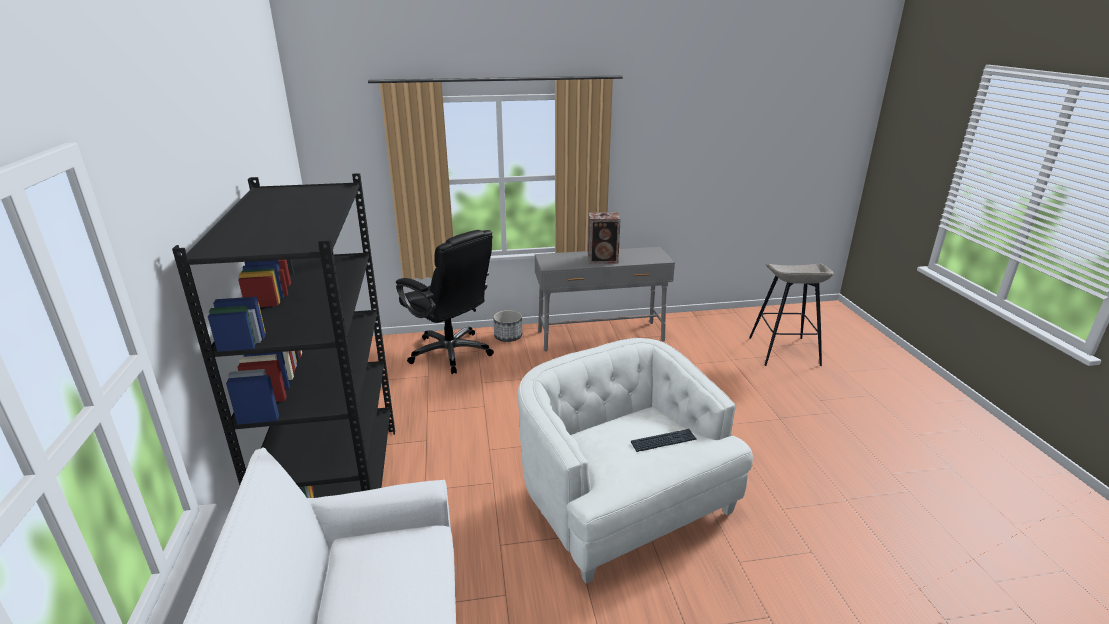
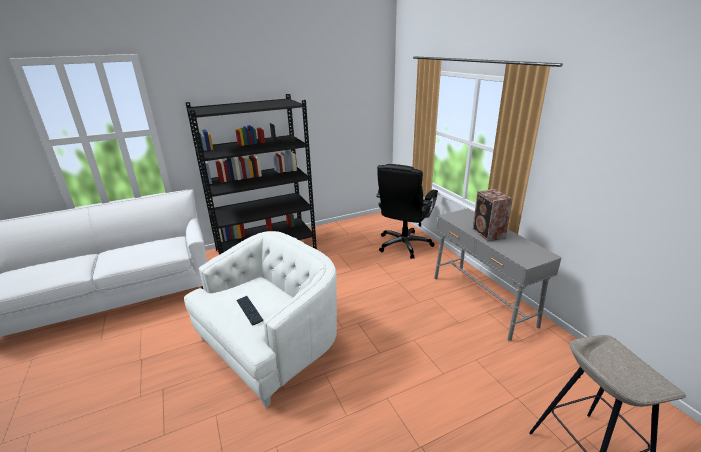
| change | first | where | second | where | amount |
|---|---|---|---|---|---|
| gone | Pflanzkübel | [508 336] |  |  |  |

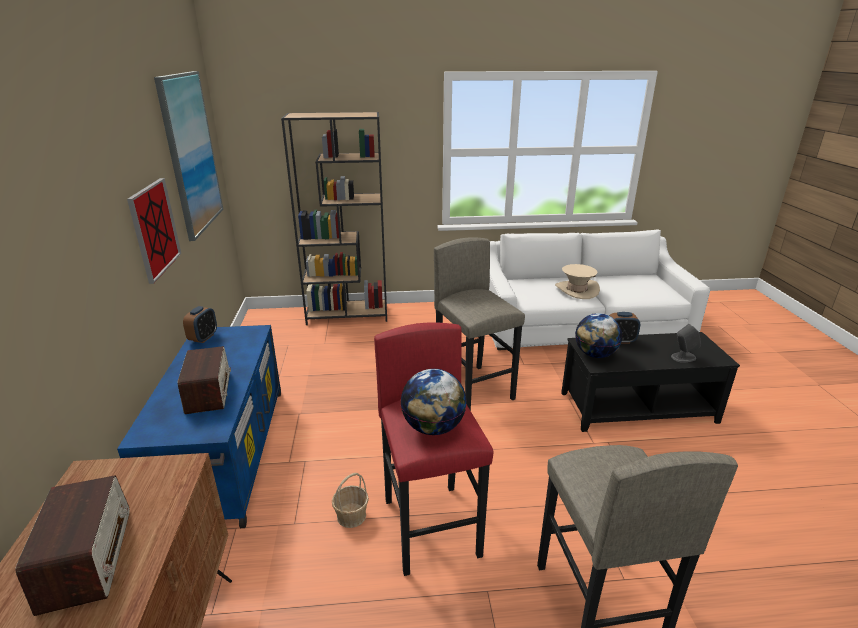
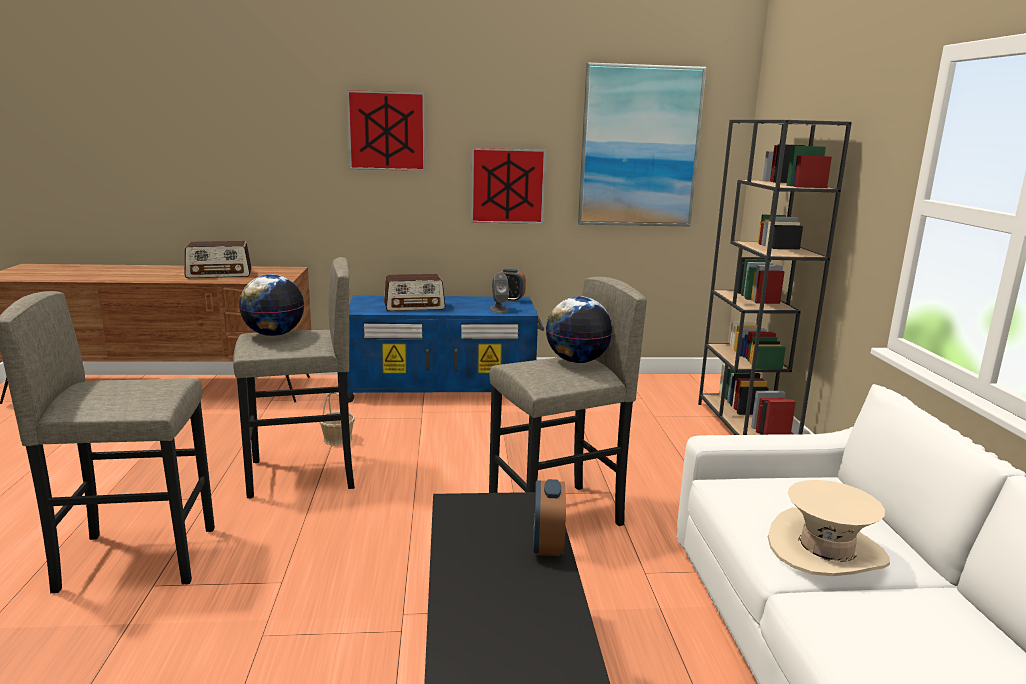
| change | first | where | second | where | amount |
|---|---|---|---|---|---|
| repainted | Hocker/rot | [431 527] | Hocker/grau | [302 475] |  |
| new |  |  | Bild | [386 131] |  |
| shifted | Lautsprecher/grau | [683 357] |  | [499 309] |  |
| shifted | Globus | [595 354] |  | [577 361] |  |

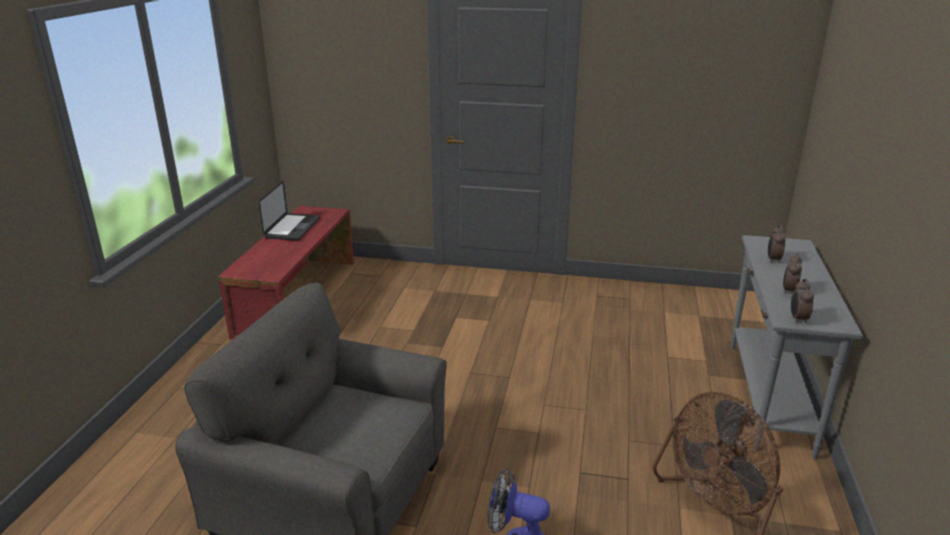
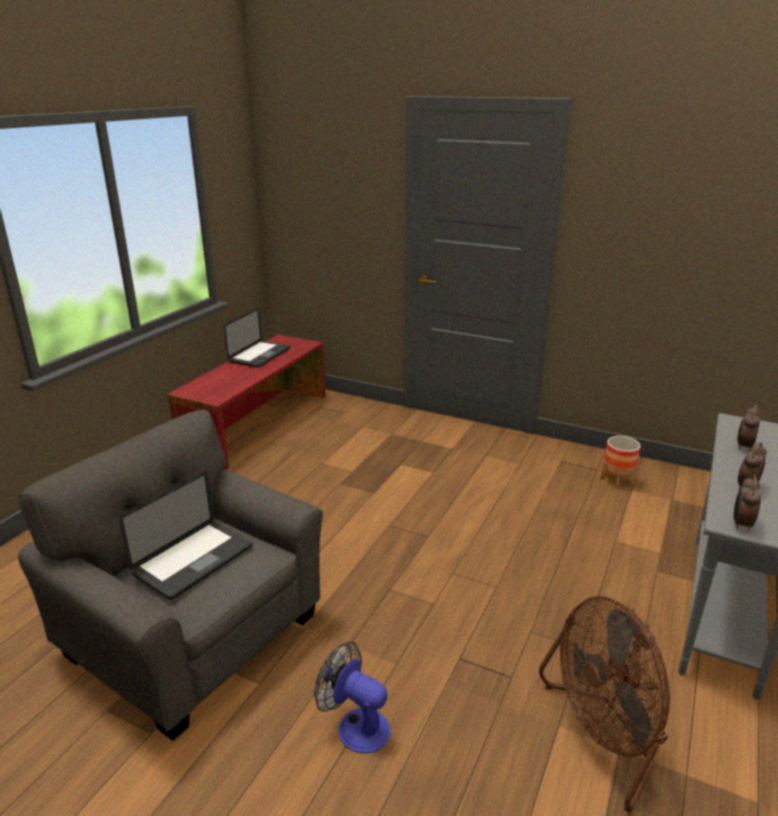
| change | first | where | second | where | amount |
|---|---|---|---|---|---|
| new |  |  | Laptop | [193 560] |  |
| new |  |  | Pflanzkübel | [617 481] |  |

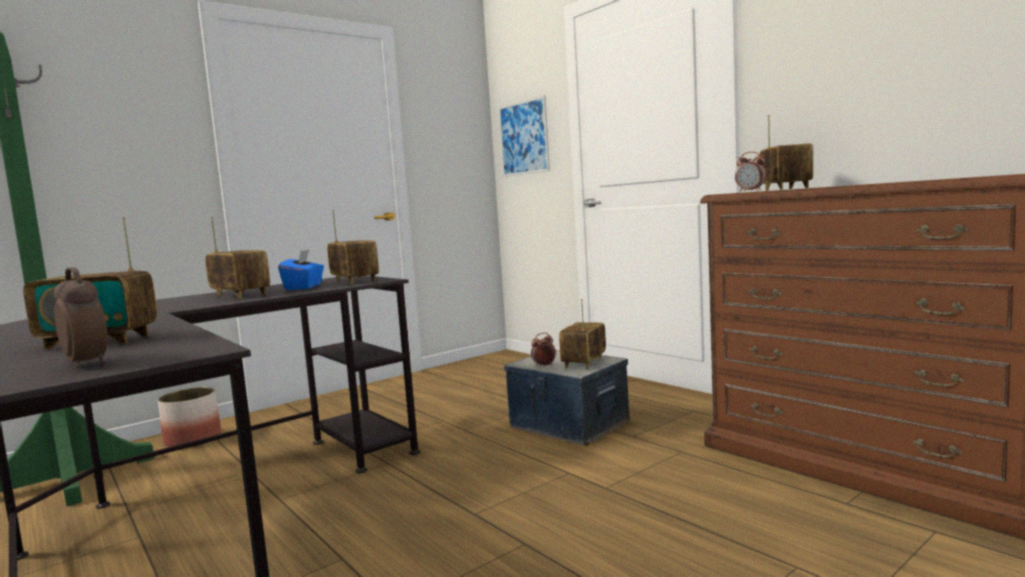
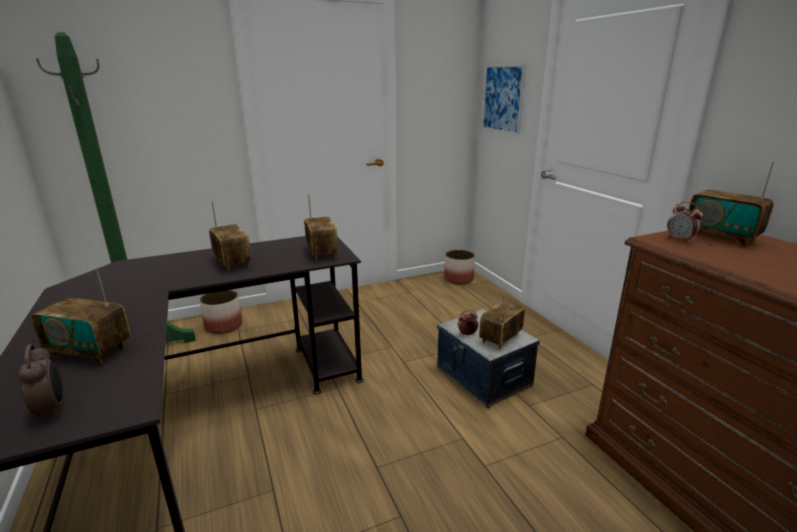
| change | first | where | second | where | amount |
|---|---|---|---|---|---|
| new |  |  | Pflanzkübel | [459 279] |  |
| rotated | Radio | [785 189] |  | [721 237] | 120 degrees clockwise |
| gone | Taschentuchbox/blau | [304 287] |  |  |  |

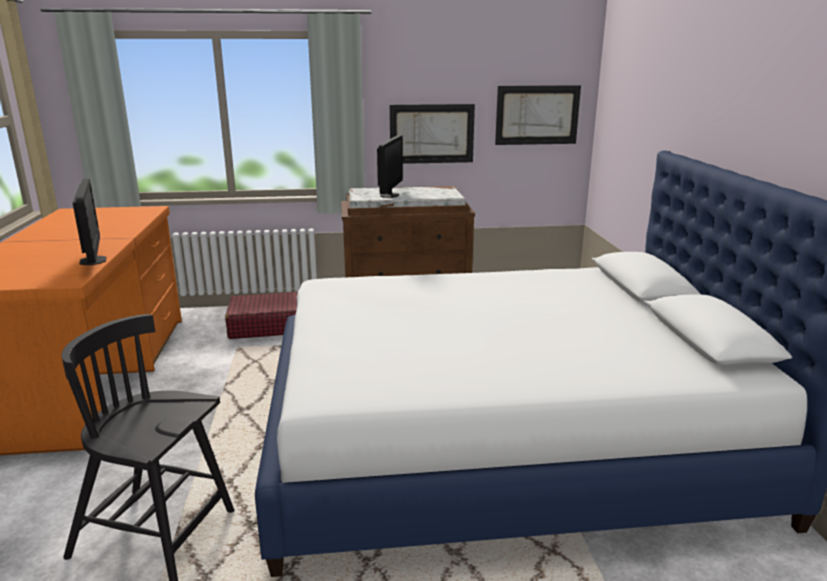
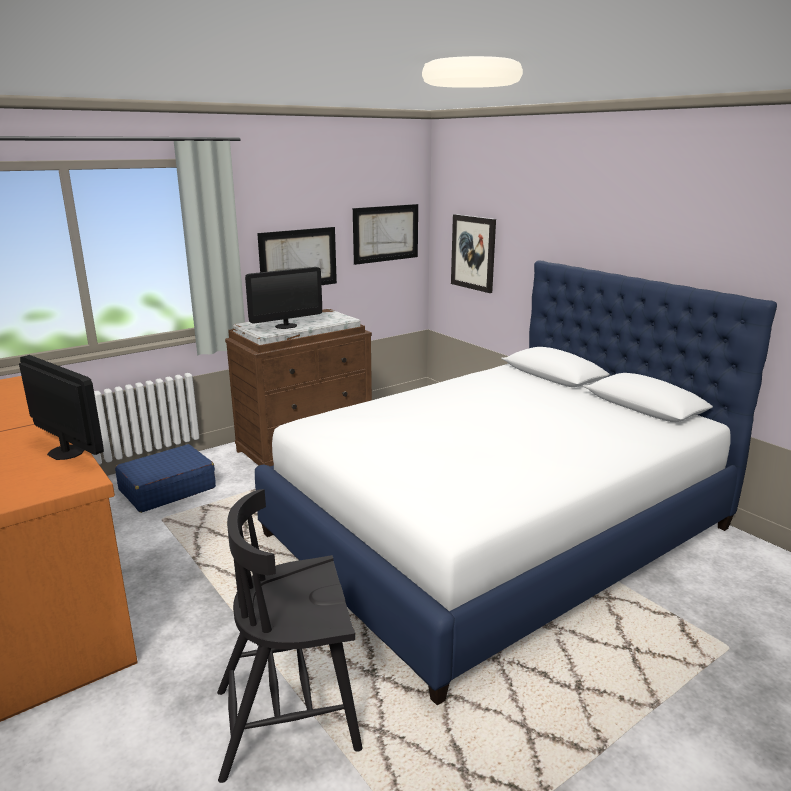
| change | first | where | second | where | amount |
|---|---|---|---|---|---|
| repainted | Koffer/rot | [265 326] | Koffer/blau | [167 489] |  |
| rotated | Monitor | [389 195] |  | [286 326] | 75 degrees clockwise |
| new |  |  | Bild | [473 252] |  |

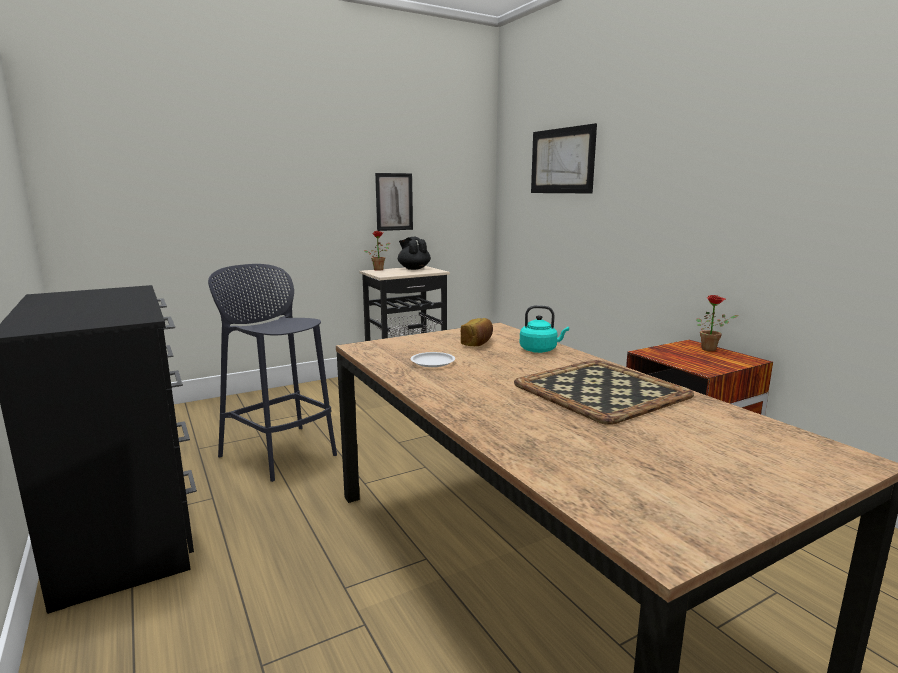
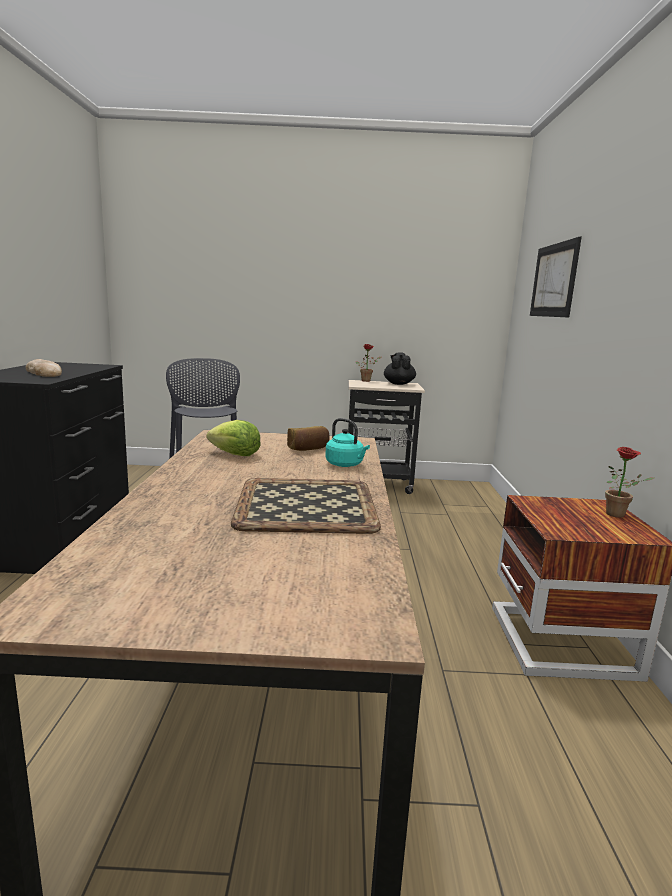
| change | first | where | second | where | amount |
|---|---|---|---|---|---|
| new |  |  | Brot | [44 373] |  |
| swapped | Teller/weiß | [433 362] | Salatkopf | [234 454] |  |
| gone | Bild | [394 202] |  |  |  |

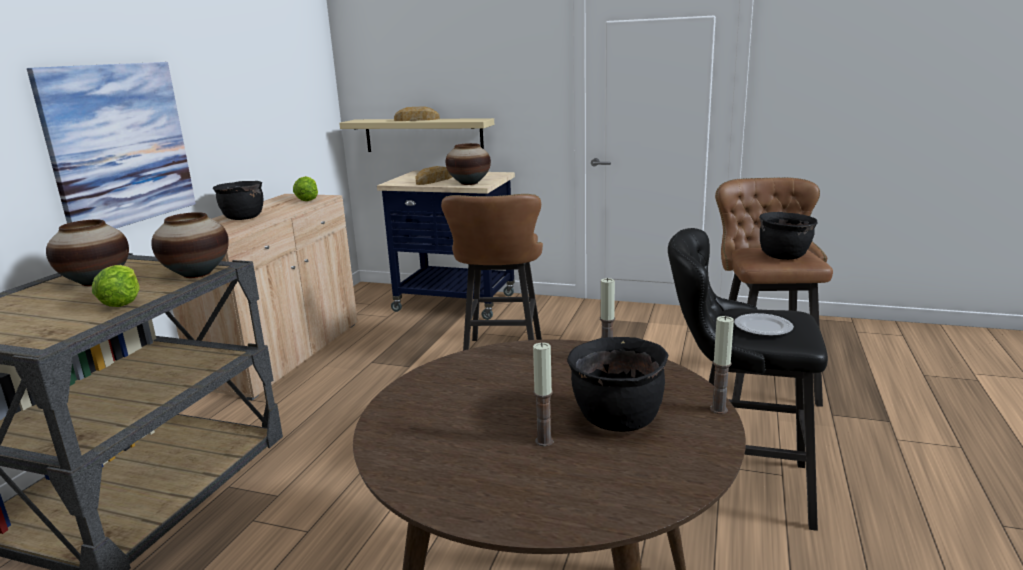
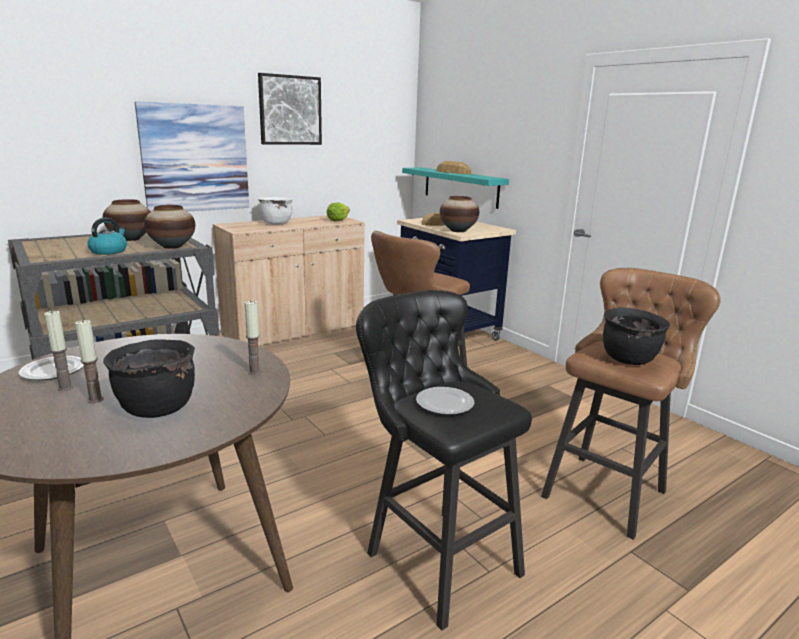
| change | first | where | second | where | amount |
|---|---|---|---|---|---|
| new |  |  | Teller | [53 371] |  |
| shifted | Kerze | [718 409] |  | [65 388] |  |
| swapped | Salatkopf | [121 302] | Wasserkessel | [109 251] |  |
| new |  |  | Bild | [290 110] |  |
| repainted | Kochtopf/schwarz | [243 218] | Kochtopf/weiß | [276 223] |  |
| repainted | Wandregal/beige | [423 135] | Wandregal/türkis | [460 187] |  |

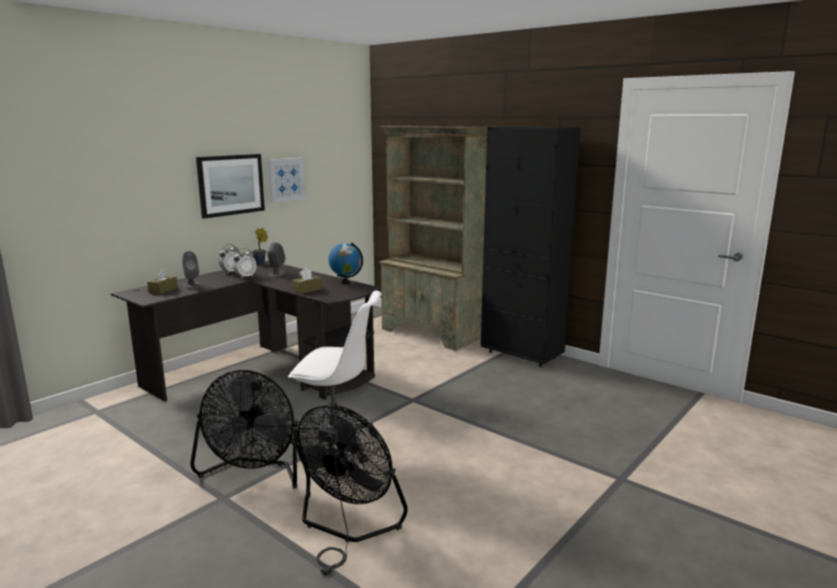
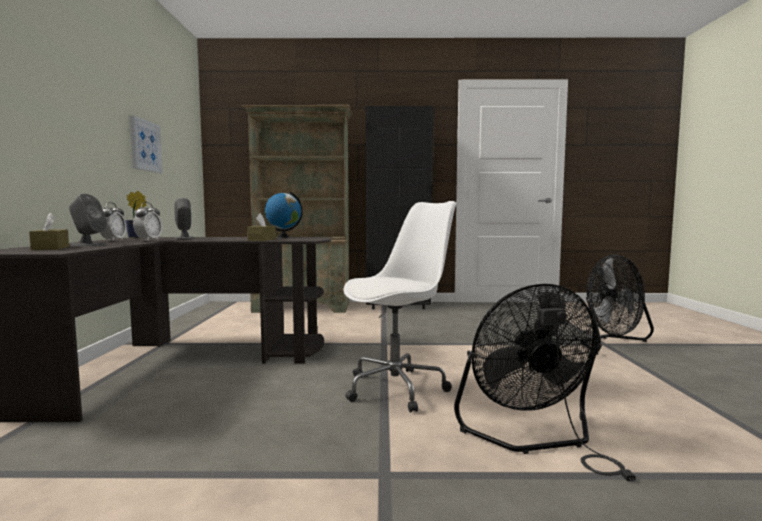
| change | first | where | second | where | amount |
|---|---|---|---|---|---|
| shifted | Ventilator/schwarz | [252 470] |  | [603 343] |  |
| gone | Bild | [231 185] |  |  |  |

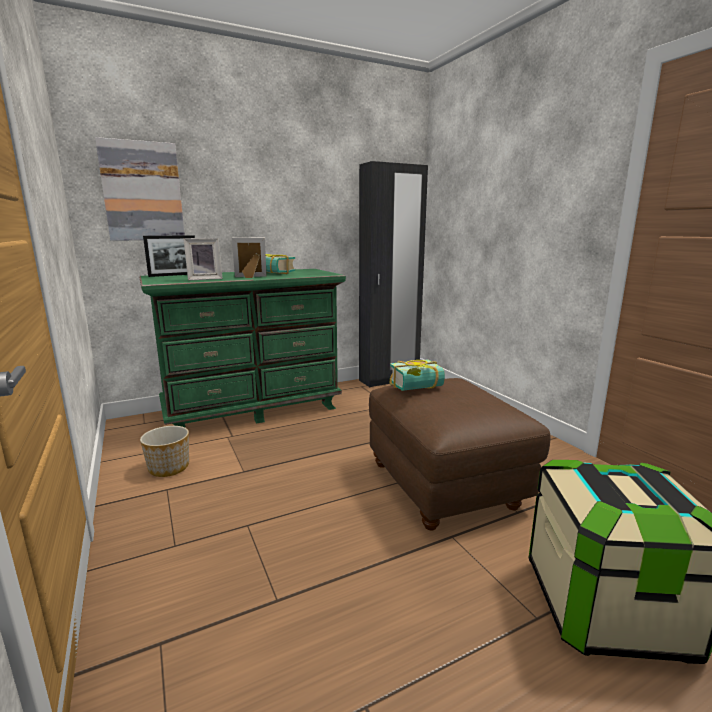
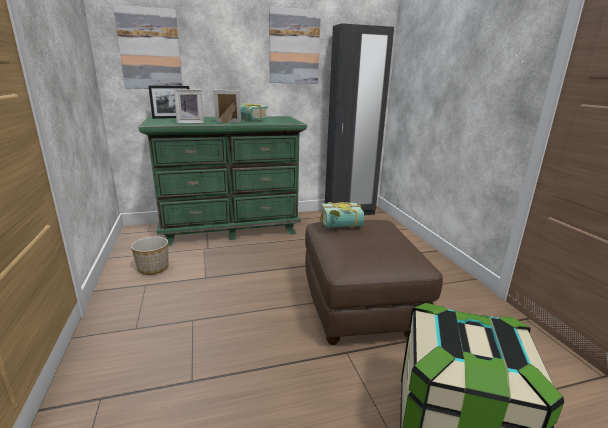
| change | first | where | second | where | amount |
|---|---|---|---|---|---|
| new |  |  | Bild | [294 47] |  |

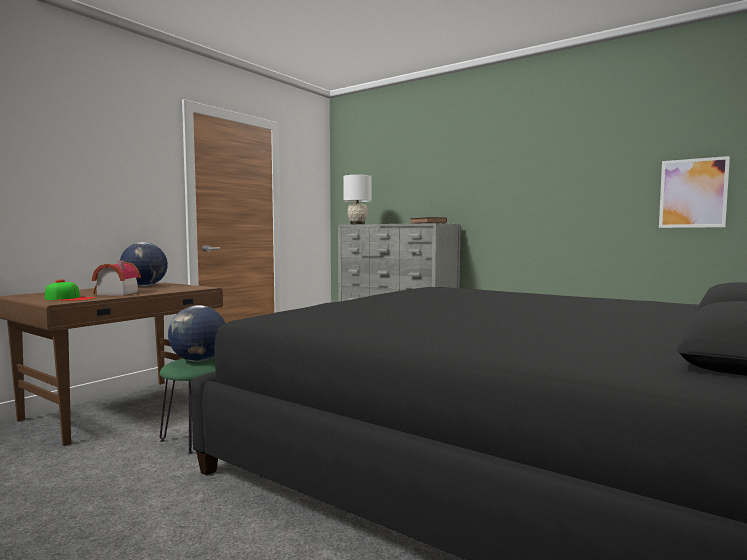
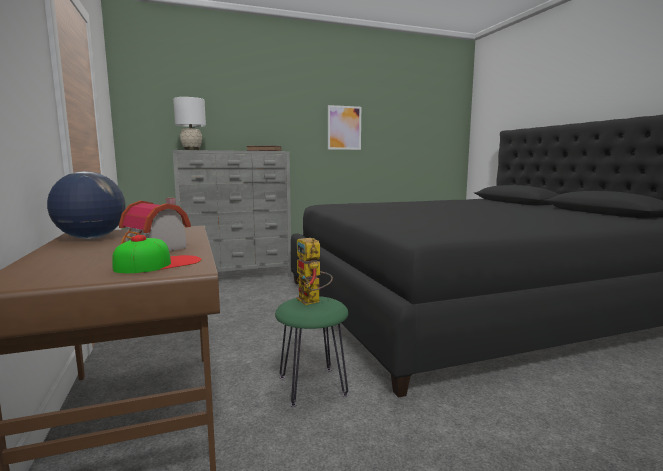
| change | first | where | second | where | amount |
|---|---|---|---|---|---|
| swapped | Globus | [198 360] | Spielzeugroboter | [312 301] |  |
| shifted | Bild | [693 193] |  | [344 128] |  |

